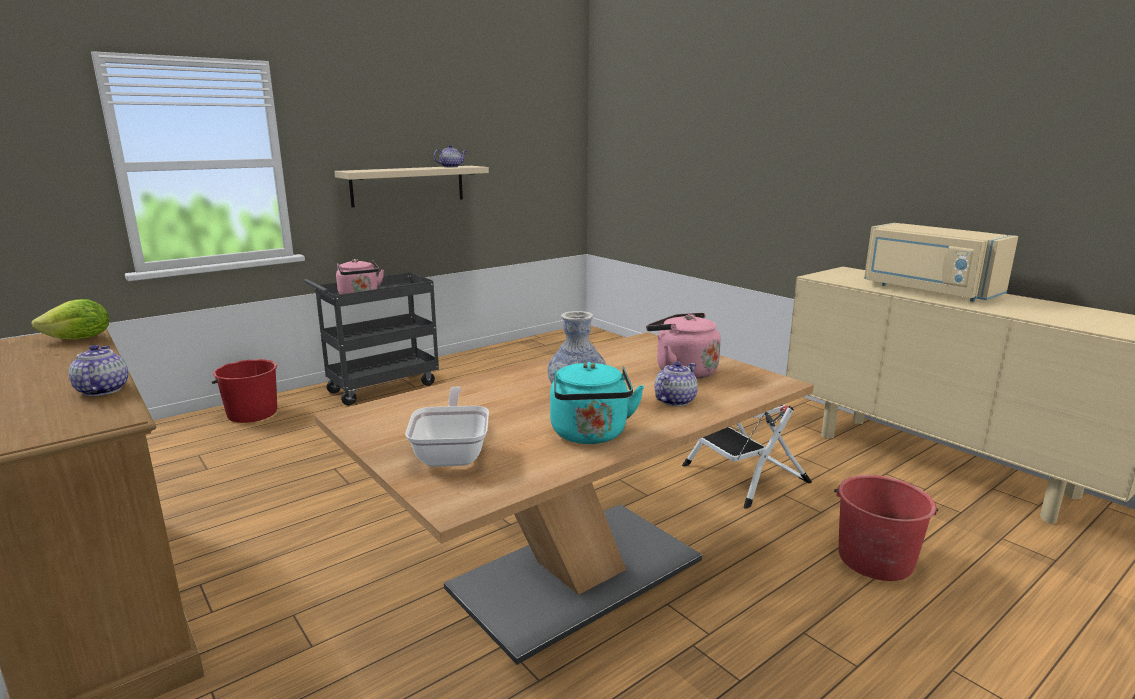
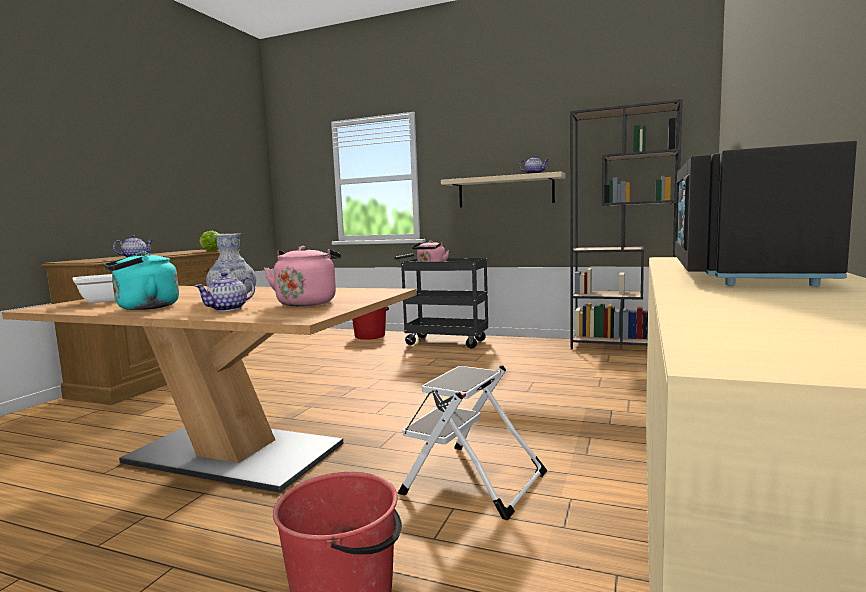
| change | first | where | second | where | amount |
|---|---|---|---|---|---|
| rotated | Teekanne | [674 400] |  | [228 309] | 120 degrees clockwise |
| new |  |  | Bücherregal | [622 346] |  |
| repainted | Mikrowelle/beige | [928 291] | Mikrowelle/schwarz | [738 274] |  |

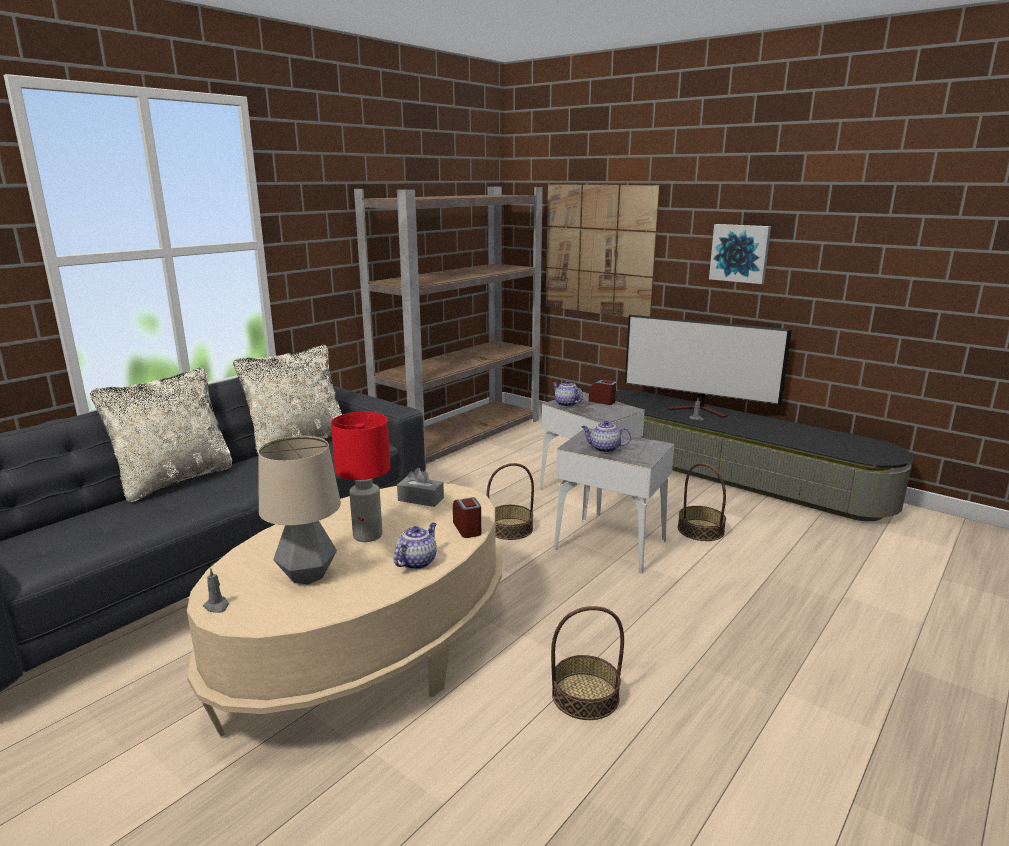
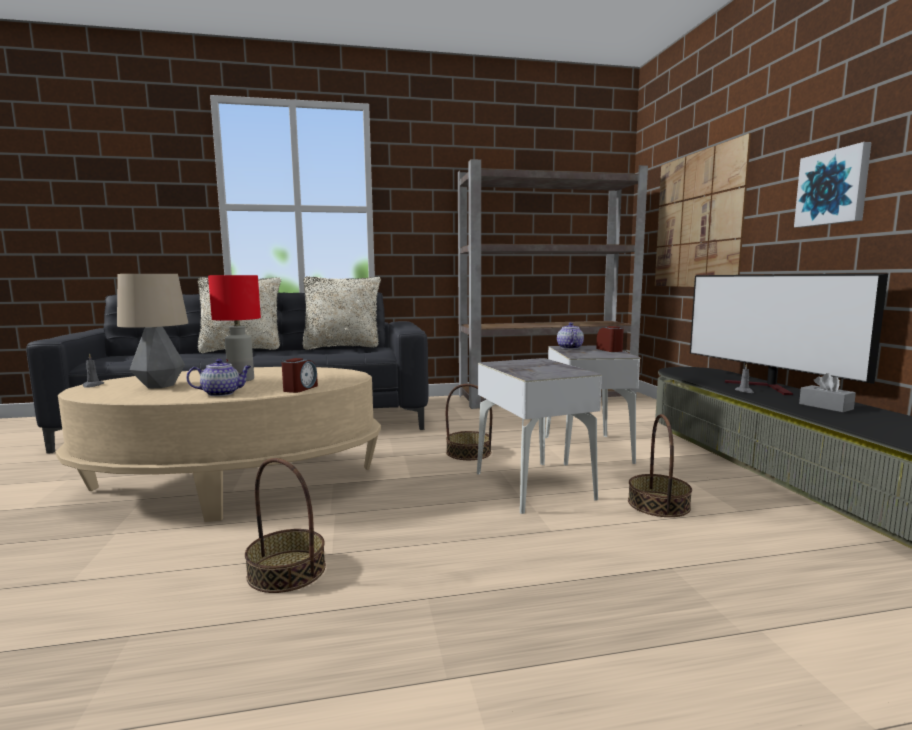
| change | first | where | second | where | amount |
|---|---|---|---|---|---|
| shifted | Taschentuchbox/grau | [420 499] |  | [825 406] |  |
| gone | Teekanne | [604 449] |  |  |  |

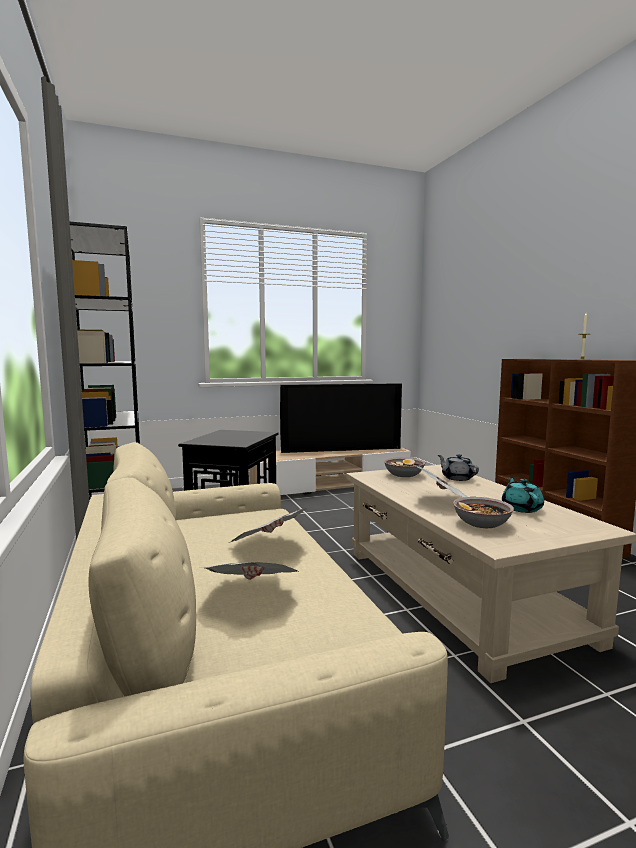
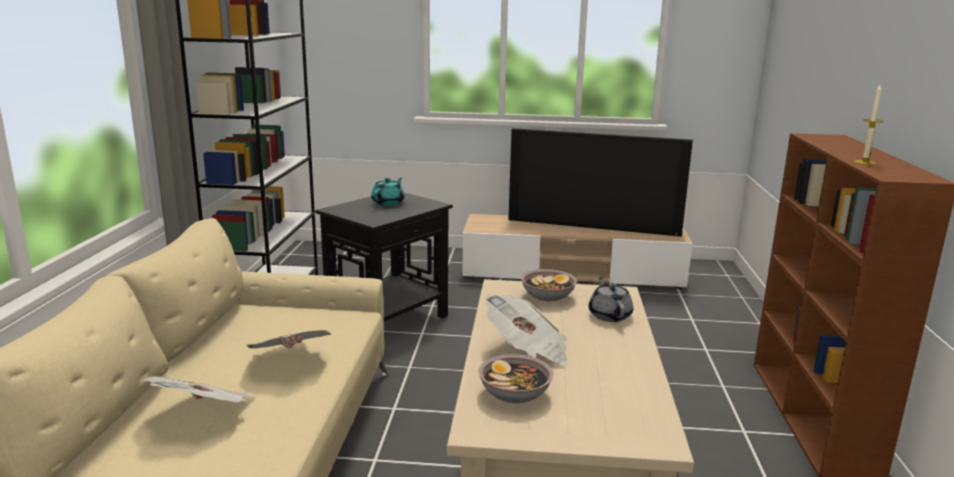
| change | first | where | second | where | amount |
|---|---|---|---|---|---|
| shifted | Teekanne/türkis | [521 508] |  | [388 203] |  |

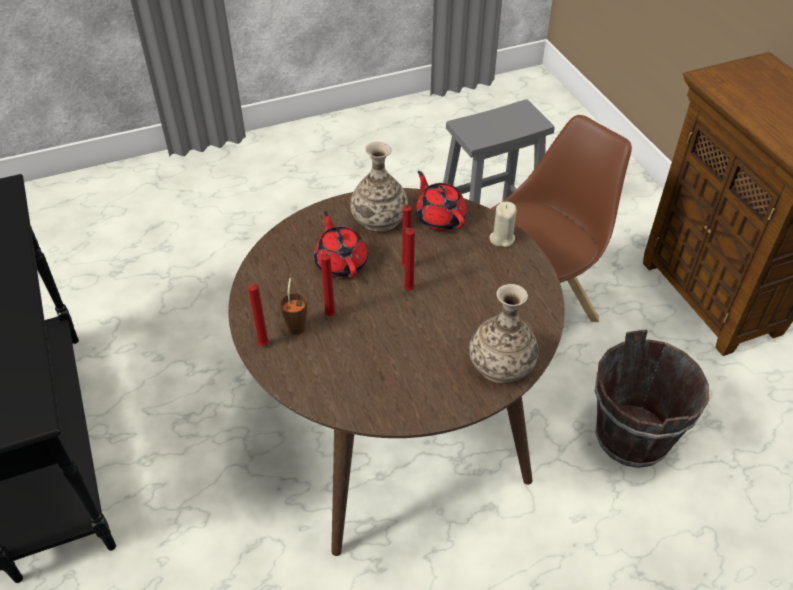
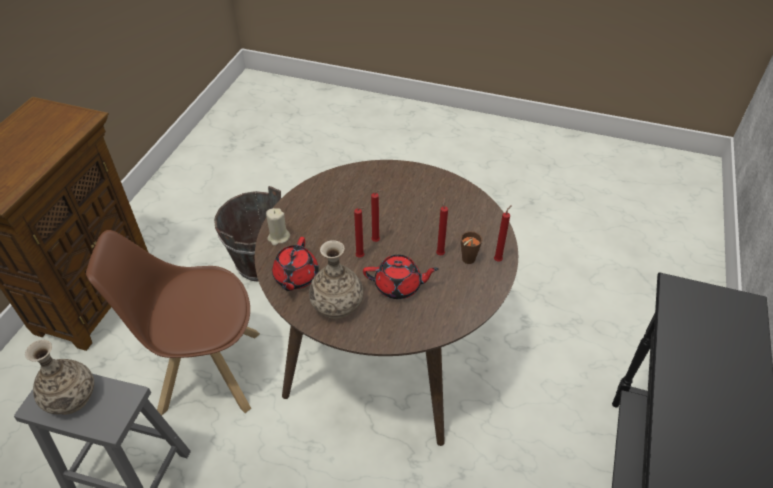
| change | first | where | second | where | amount |
|---|---|---|---|---|---|
| shifted | Vase | [501 364] |  | [70 397] |  |
| rotated | Teekanne/rot | [341 262] |  | [399 286] | 105 degrees counterclockwise |

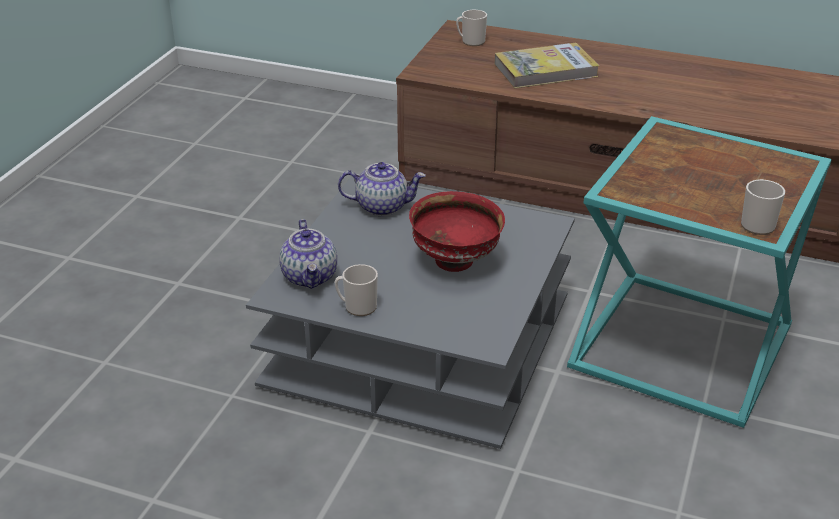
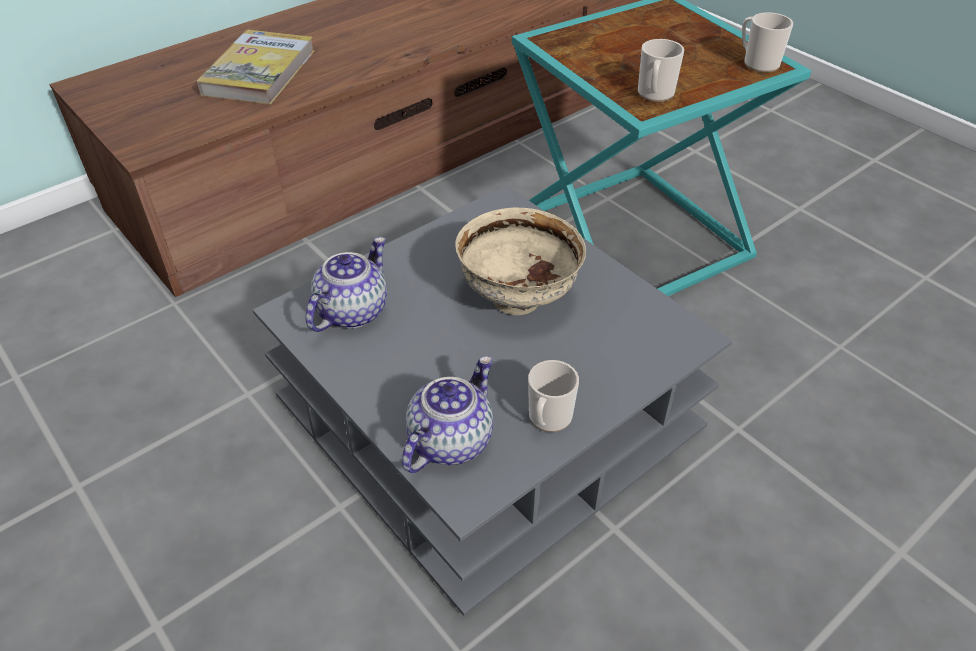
| change | first | where | second | where | amount |
|---|---|---|---|---|---|
| rotated | Teekanne | [310 277] |  | [450 440] | 75 degrees counterclockwise |
| repainted | Schüssel/rot | [456 261] | Schüssel/beige | [518 298] |  |
| shifted | Henkelbecher | [470 42] |  | [654 95] |  |

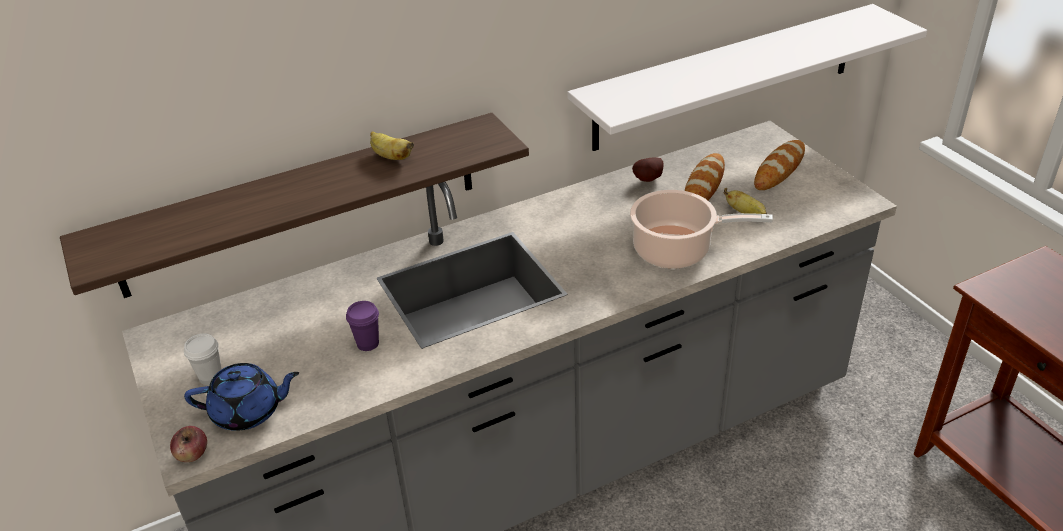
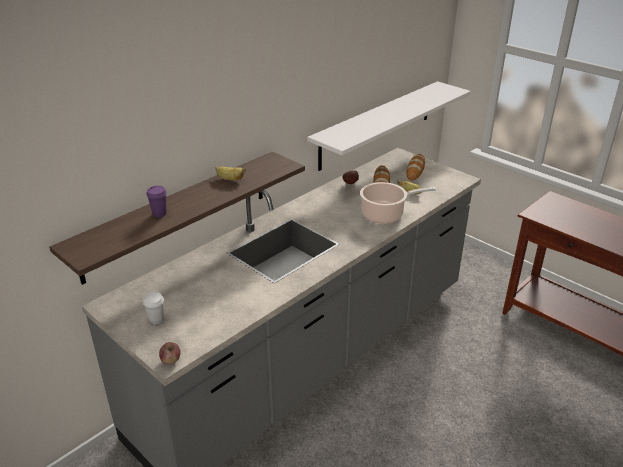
| change | first | where | second | where | amount |
|---|---|---|---|---|---|
| shifted | Tasse/lila | [368 343] |  | [159 213] |  |
| gone | Teekanne/blau | [248 412] |  |  |  |

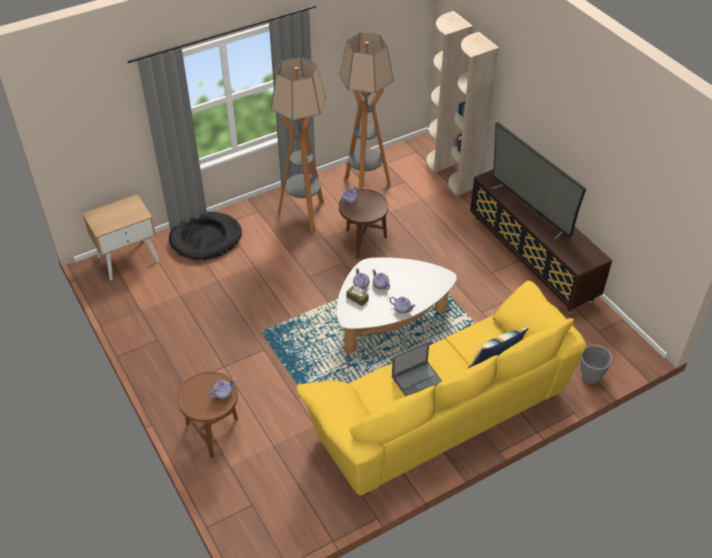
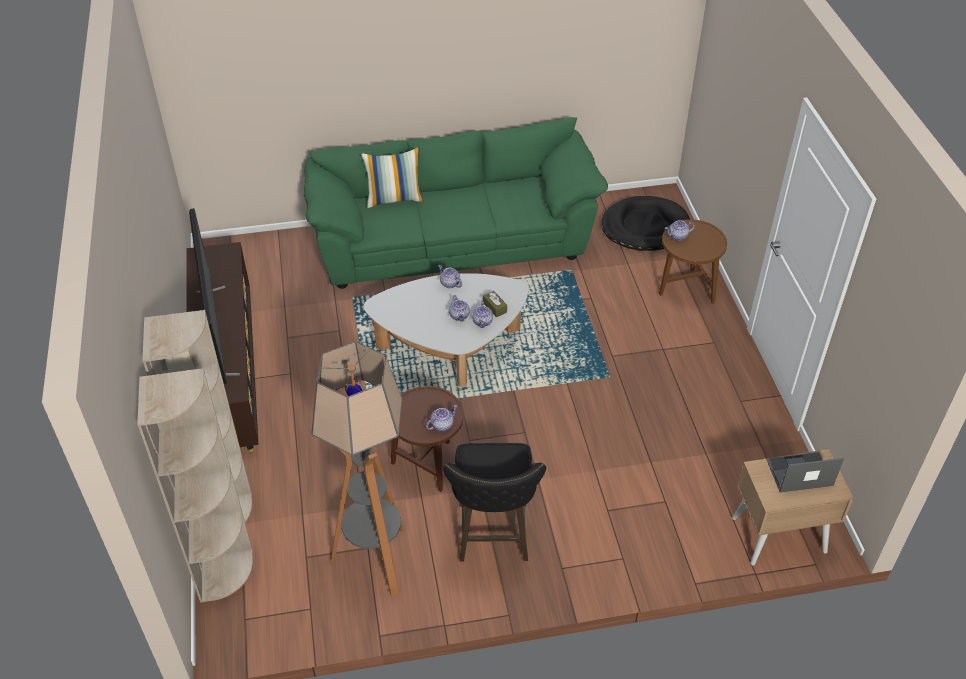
| change | first | where | second | where | amount |
|---|---|---|---|---|---|
| repainted | Sofa/gelb | [440 417] | Sofa/grün | [453 246] |  |
| swapped | Stehlampe | [304 216] | Hocker/schwarz | [493 536] |  |
| shifted | Hundebett/schwarz | [206 239] |  | [644 227] |  |
| shifted | Laptop | [417 379] |  | [798 473] |  |
| gone | Pflanzkübel/grau | [590 377] |  |  |  |

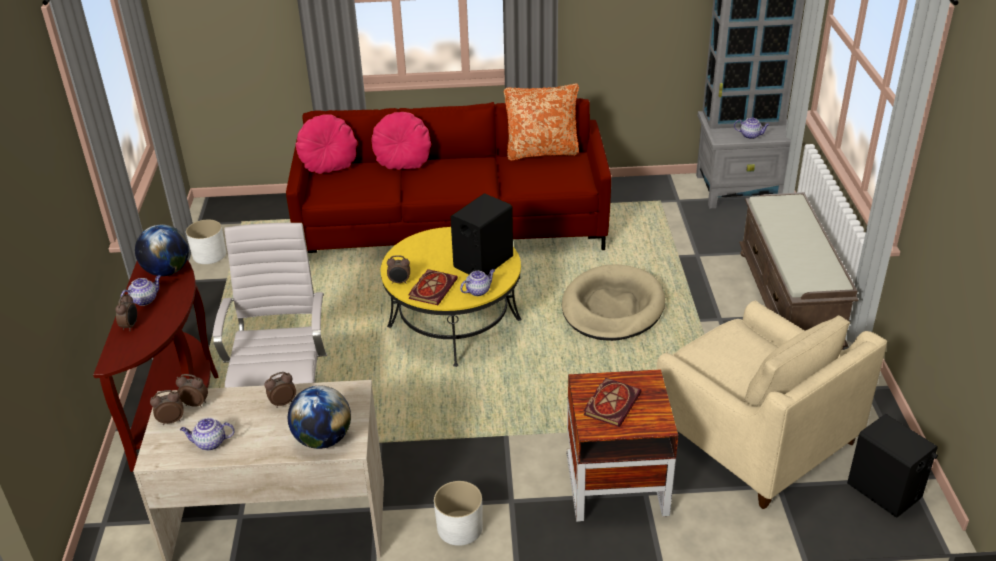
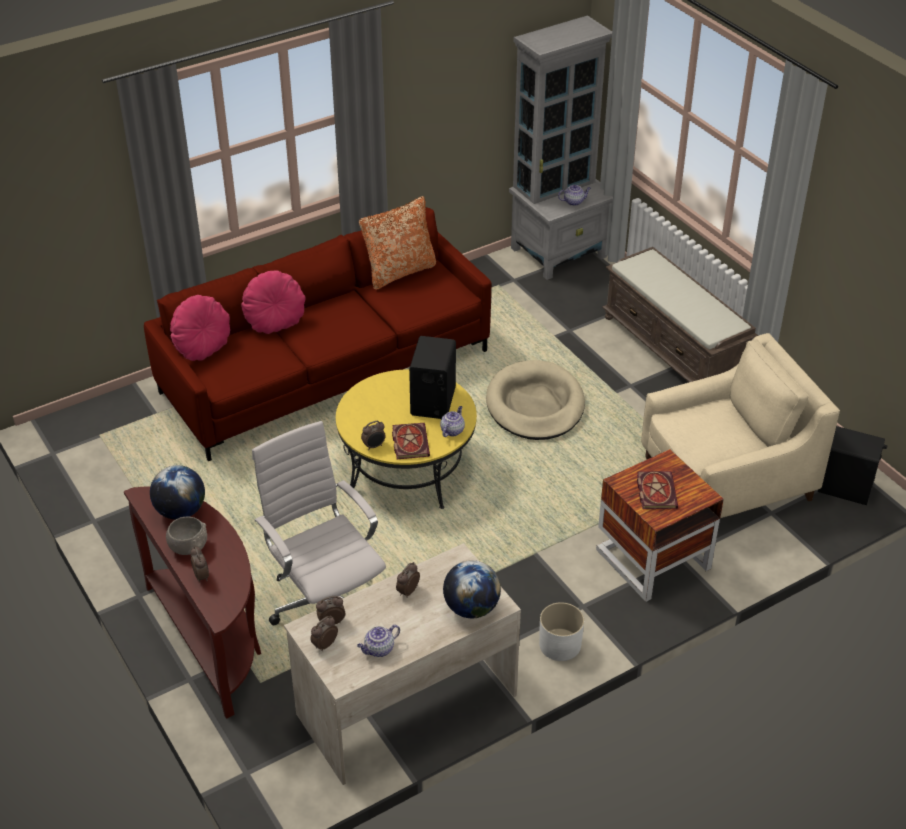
| change | first | where | second | where | amount |
|---|---|---|---|---|---|
| swapped | Teekanne | [145 300] | Schüssel/grau | [188 546] |  |
| rotated | Sessel/beige | [752 435] |  | [725 478] | 45 degrees counterclockwise |
| gone | Pflanzkübel/weiß | [209 254] |  |  |  |

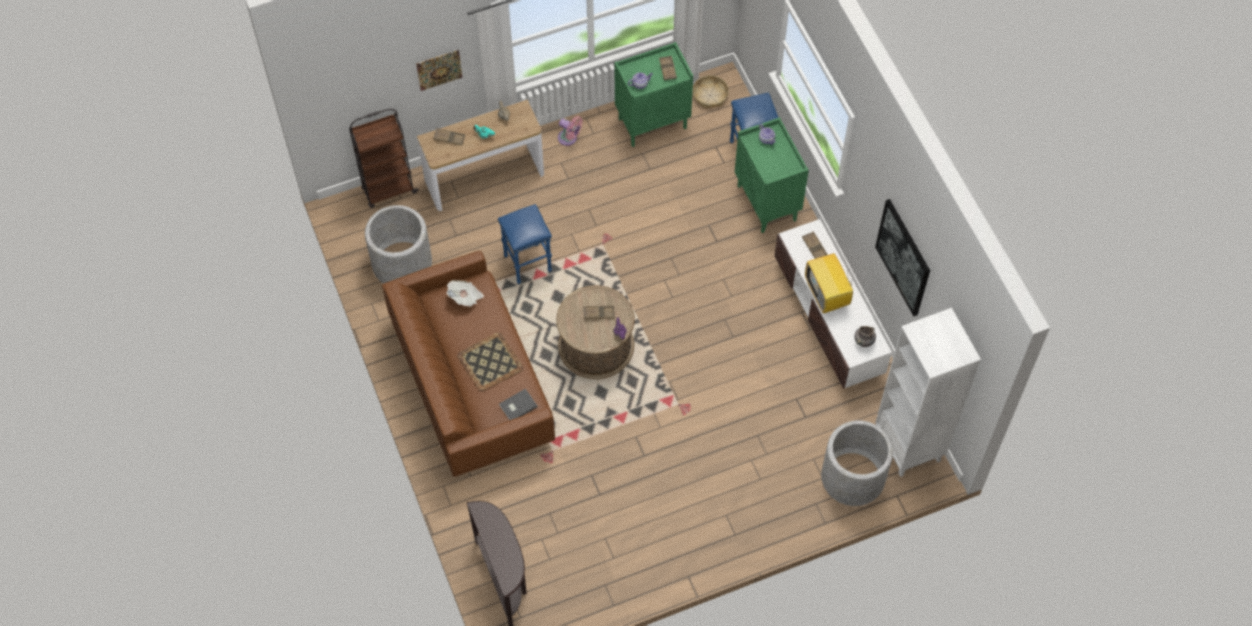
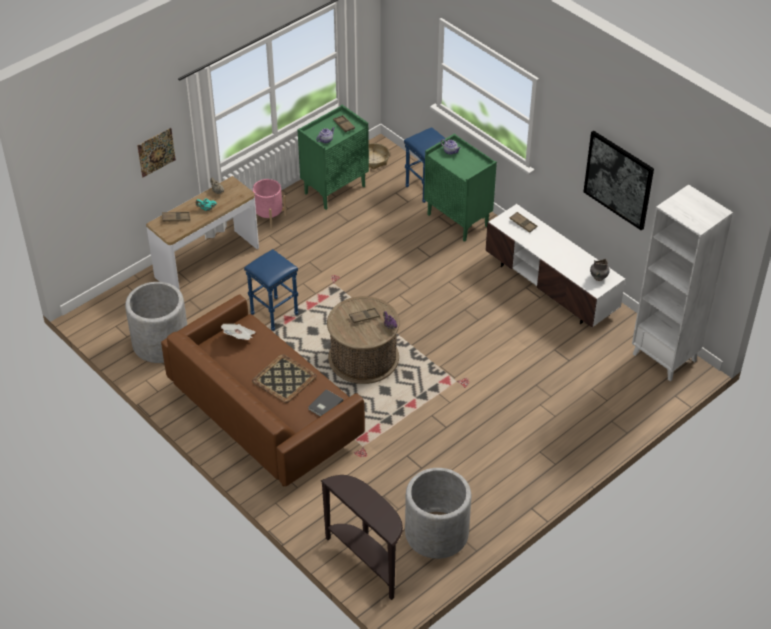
| change | first | where | second | where | amount |
|---|---|---|---|---|---|
| swapped | Ventilator/rosa | [569 138] | Pflanzkübel/rosa | [269 217] |  |
| shifted | Pflanzkübel/grau | [852 477] |  | [436 533] |  |
| gone | Rollwagen/braun | [389 191] |  |  |  |
| gone | Fernseher | [827 295] |  |  |  |

